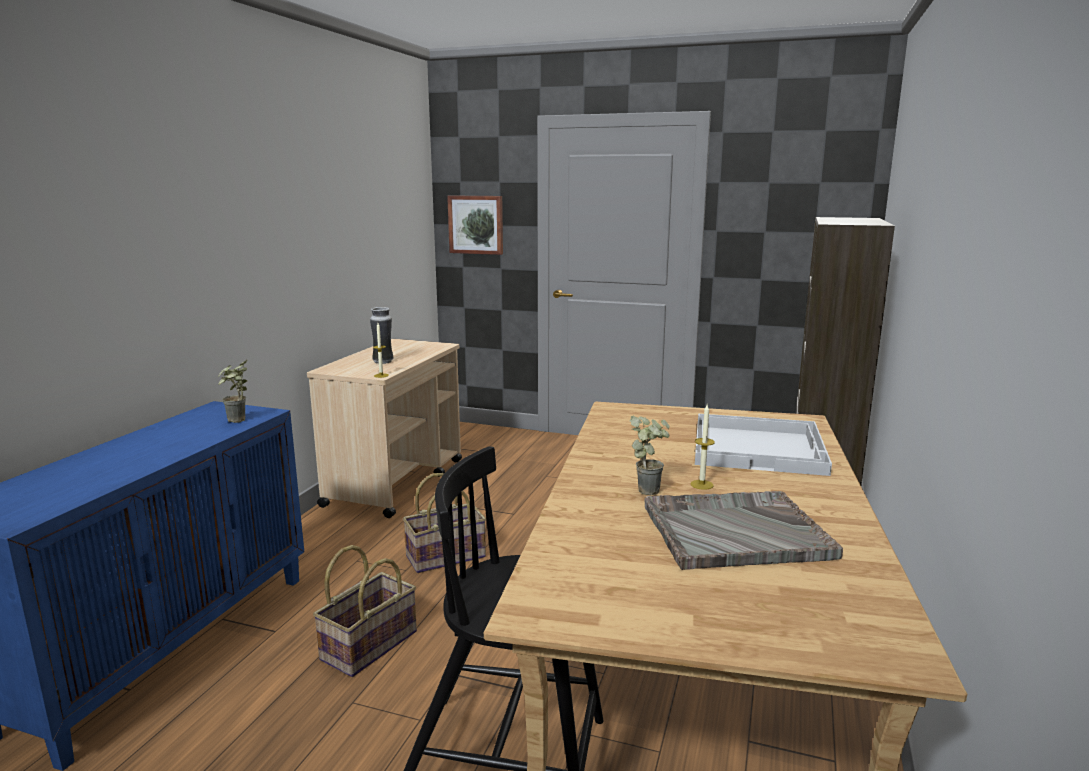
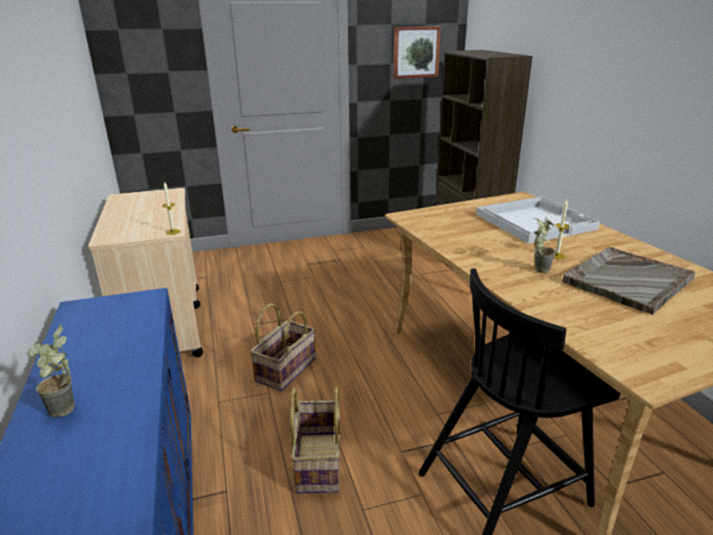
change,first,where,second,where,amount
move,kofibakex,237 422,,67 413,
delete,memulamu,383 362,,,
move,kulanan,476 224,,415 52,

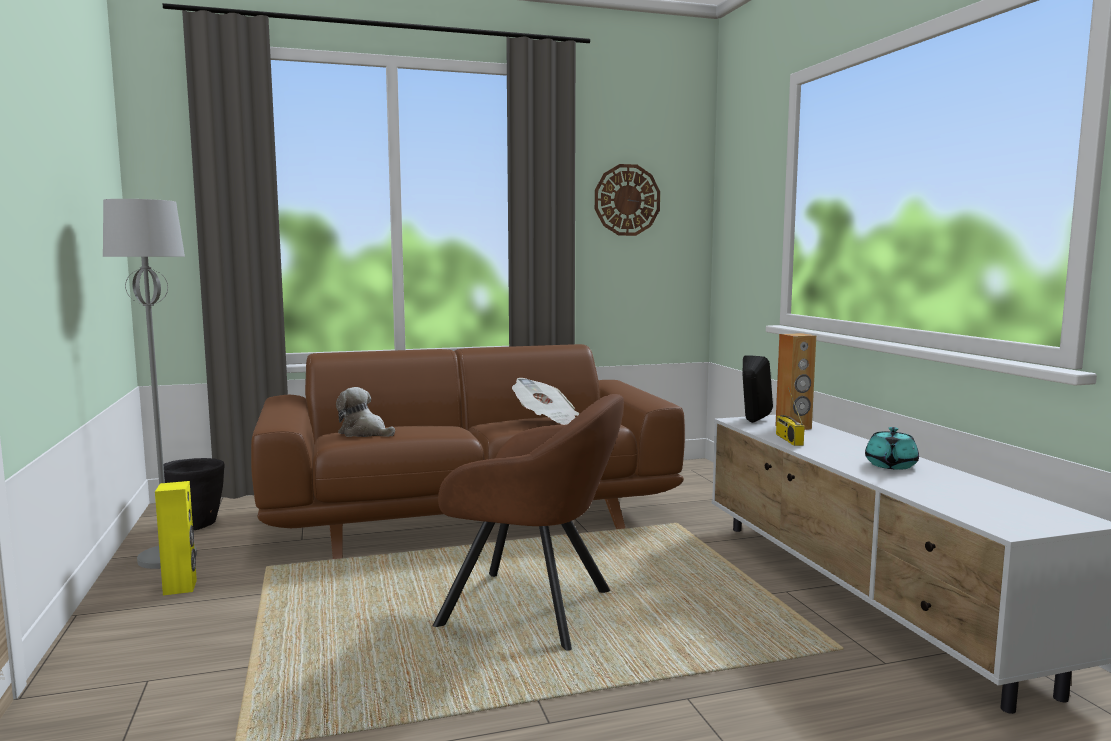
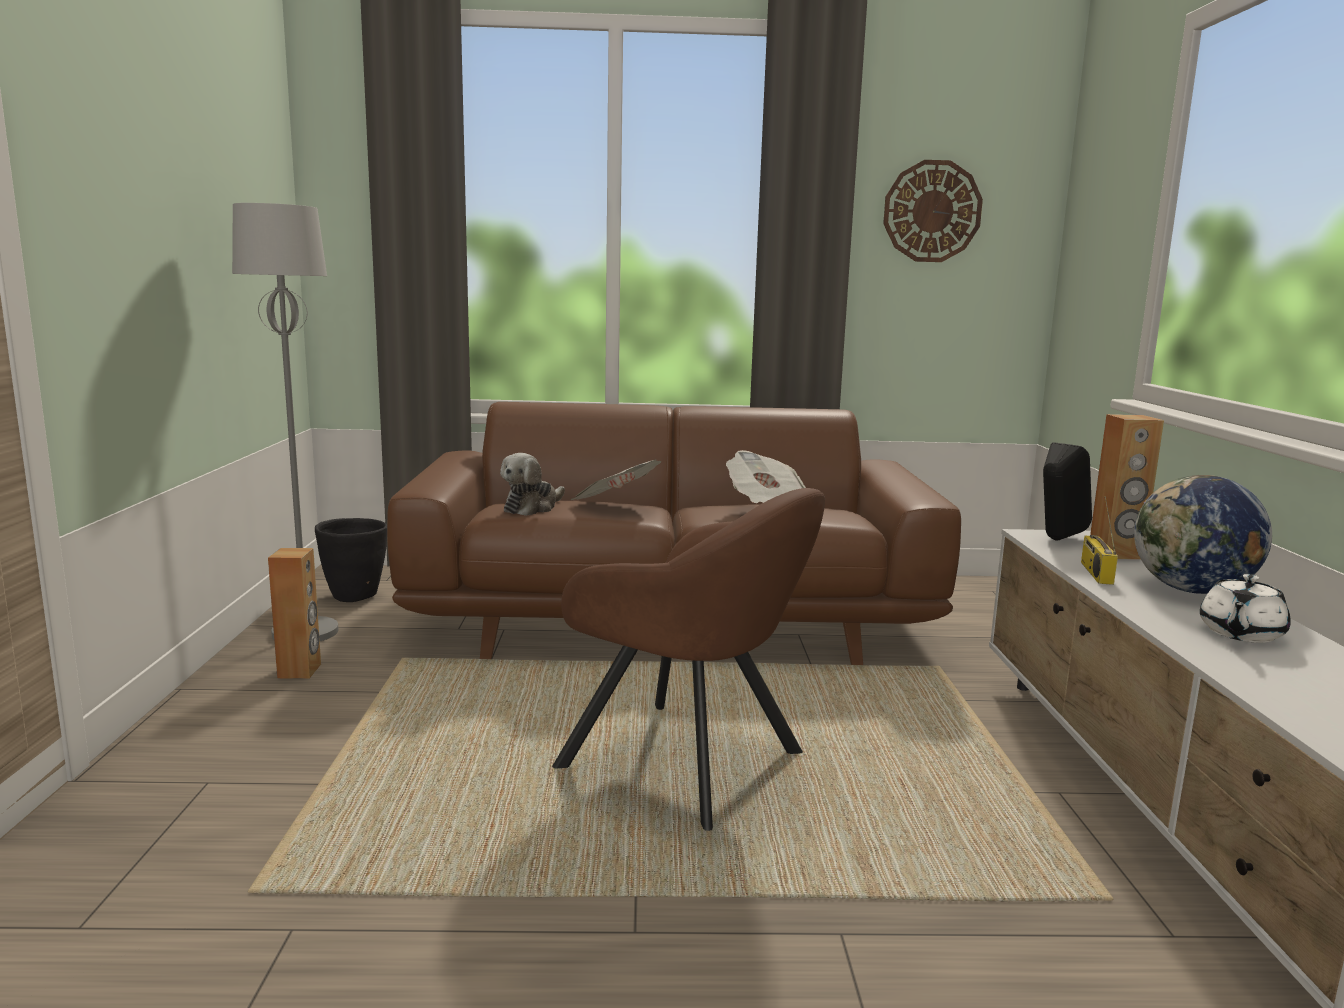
change,first,where,second,where,amount
recolor,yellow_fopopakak,180 587,brown_fopopakak,300 671,
rotate,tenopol,365 433,,532 507,105 degrees counterclockwise
recolor,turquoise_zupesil,890 465,white_zupesil,1240 634,
insert,,,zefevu,615 504,
insert,,,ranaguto,1191 590,

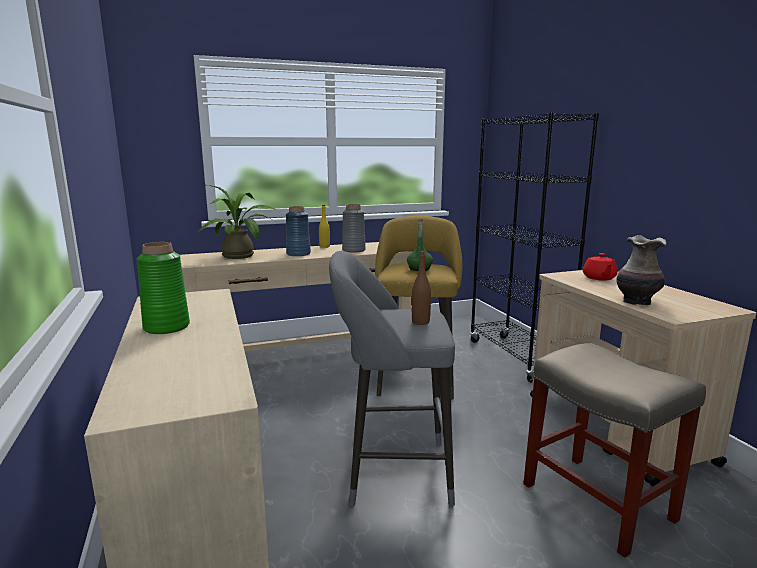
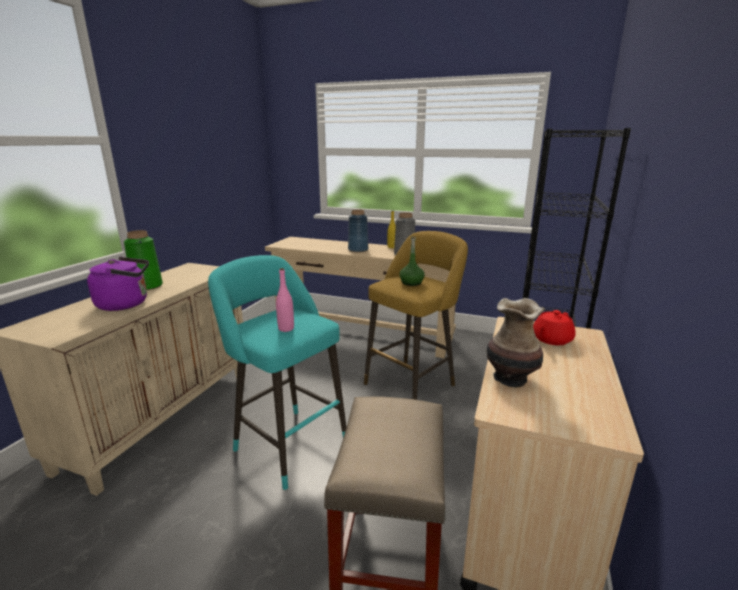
change,first,where,second,where,amount
delete,kofibakex,241 256,,,
recolor,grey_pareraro,391 472,turquoise_pareraro,287 443,
recolor,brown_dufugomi,420 322,pink_dufugomi,286 329,
insert,,,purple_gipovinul,126 304,

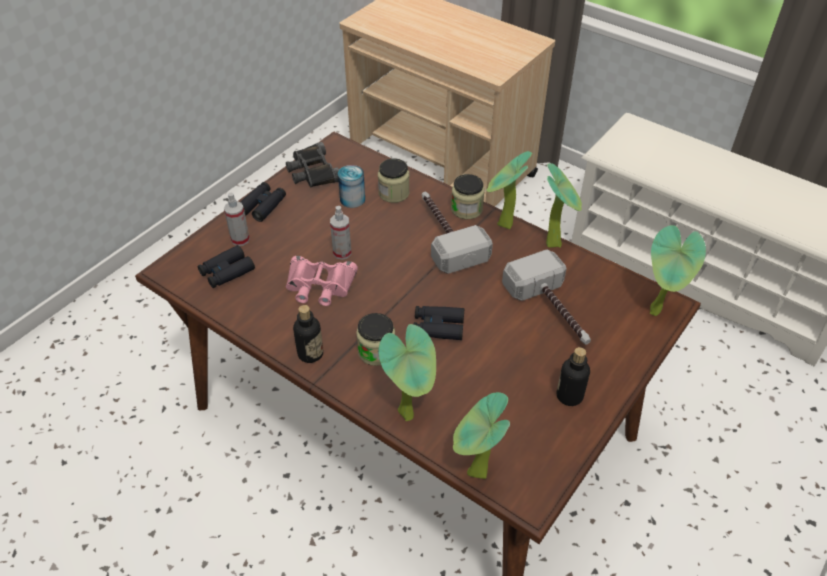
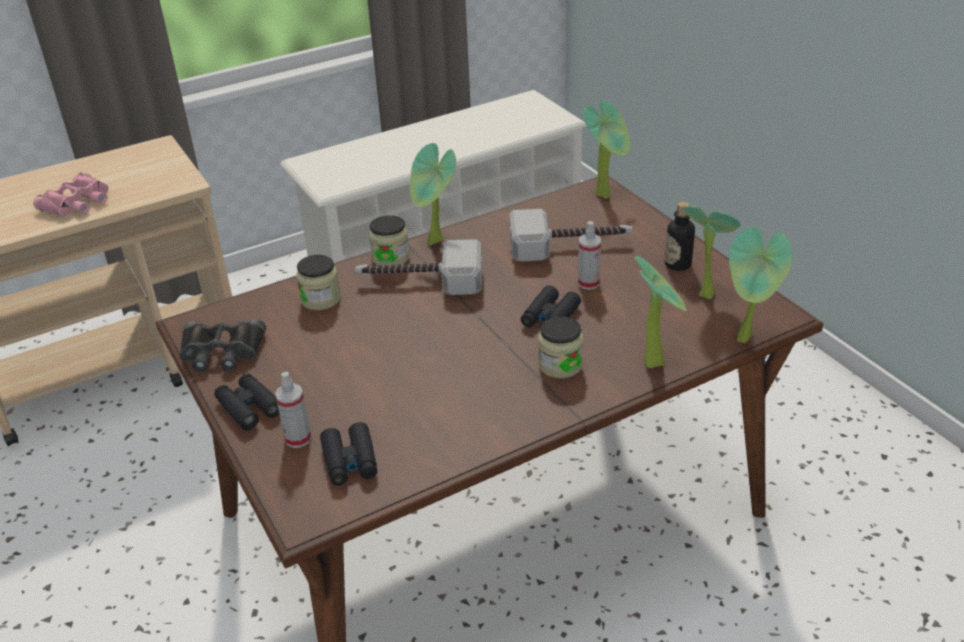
change,first,where,second,where,amount
move,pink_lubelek,319 286,,78 203,
delete,dufugomi,310 353,,,
move,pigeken,342 253,,588 283,
delete,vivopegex,352 199,,,
move,kofibakex,555 242,,704 292,

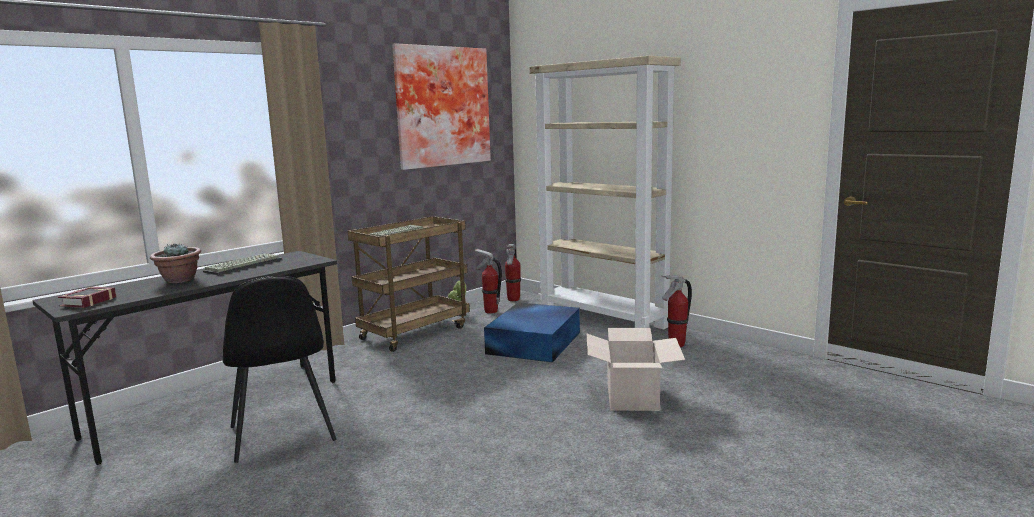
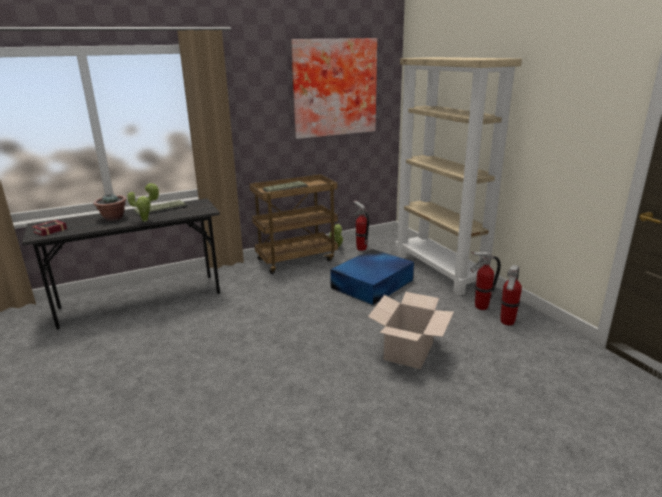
change,first,where,second,where,amount
delete,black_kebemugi,282 435,,,
move,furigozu,513 299,,507 322,
insert,,,kofibakex,147 220,

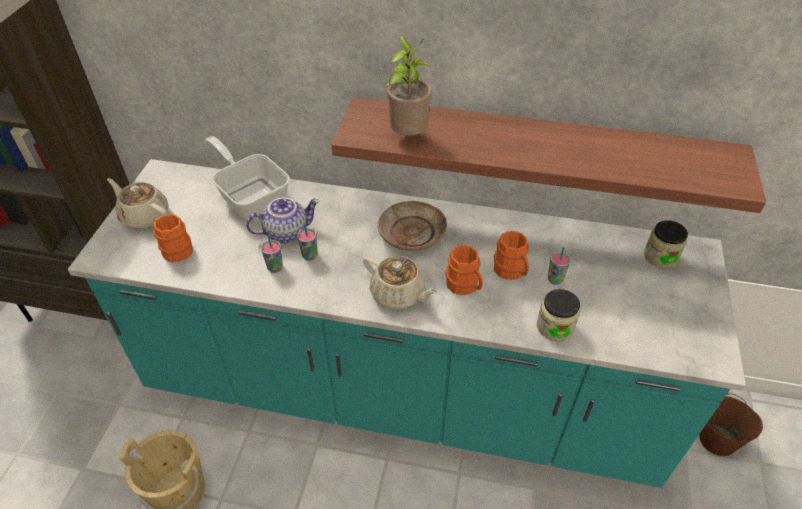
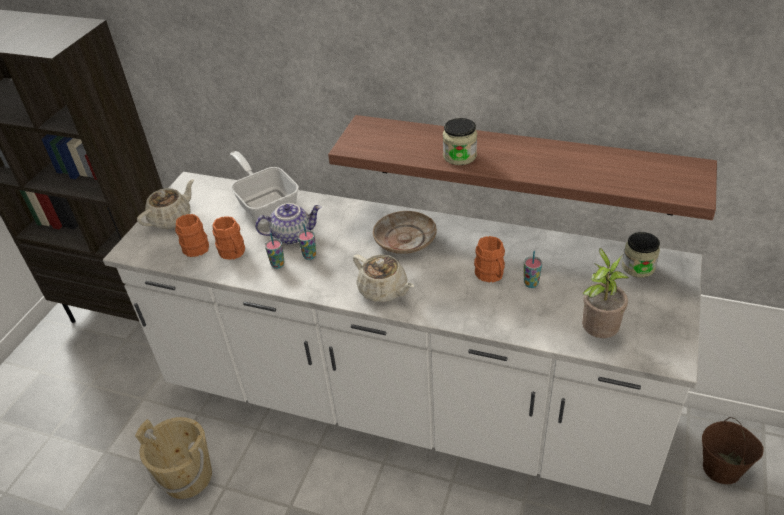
change,first,where,second,where,amount
recolor,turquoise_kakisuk,401 394,white_kakisuk,404 405,
rotate,beige_zupesil,144 216,,172 219,90 degrees clockwise
move,kofibakex,408 136,,597 333,
move,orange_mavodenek,464 286,,233 253,
move,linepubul,555 326,,459 156,

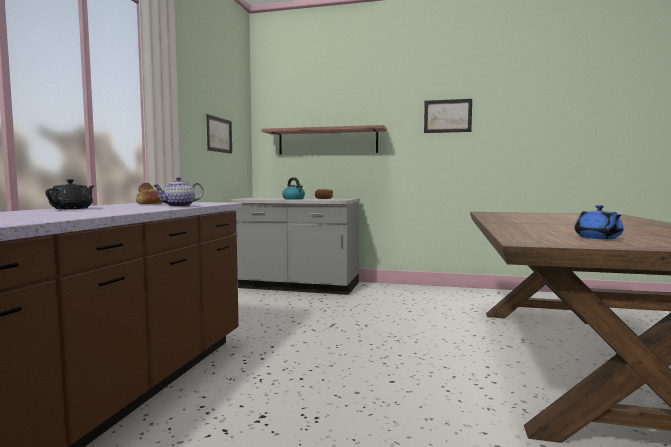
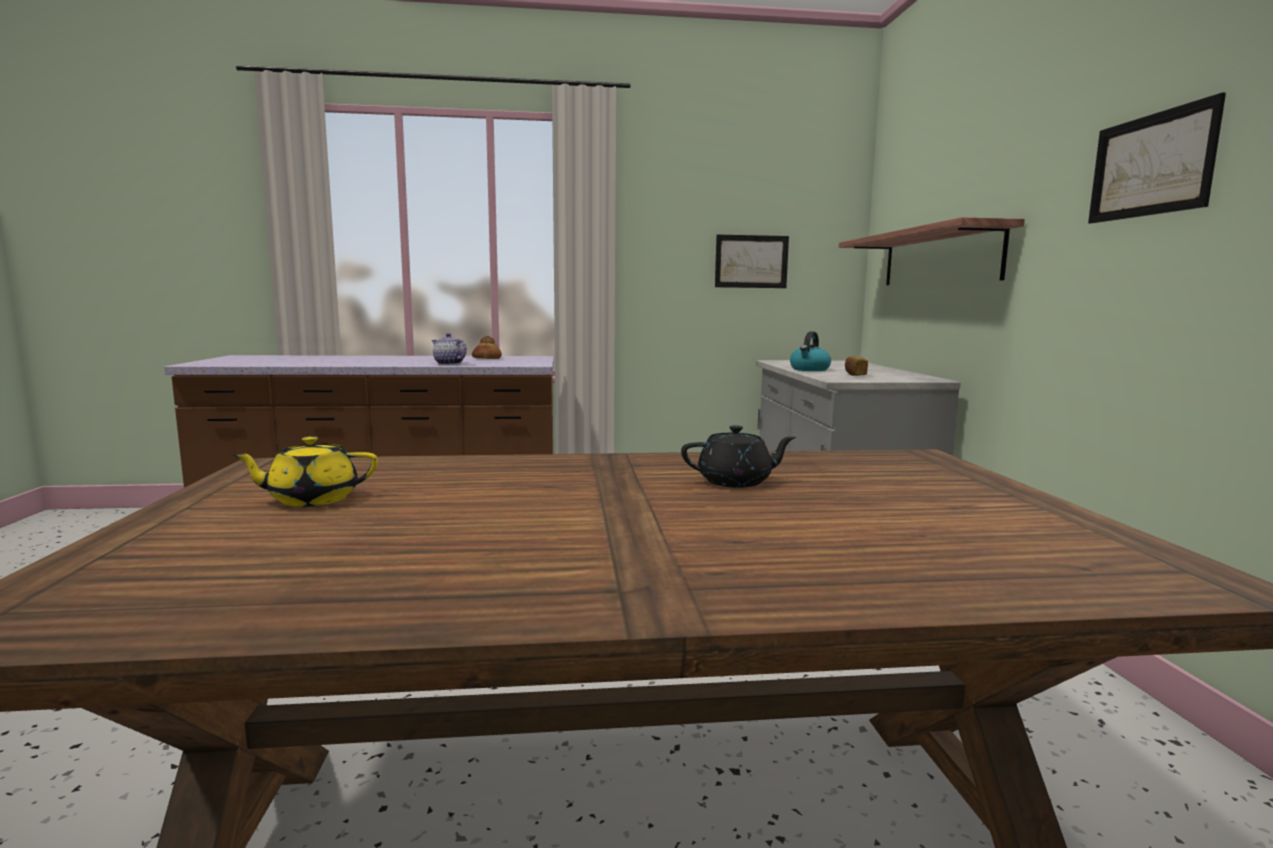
change,first,where,second,where,amount
move,black_zupesil,72 208,,736 481,
recolor,blue_zupesil,598 238,yellow_zupesil,312 499,

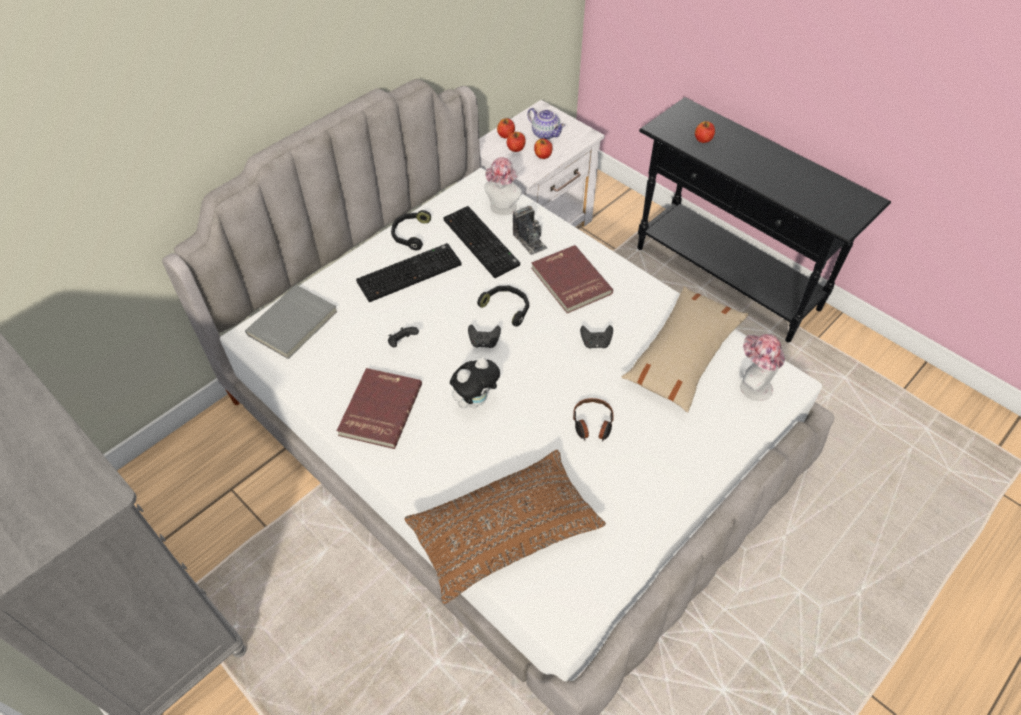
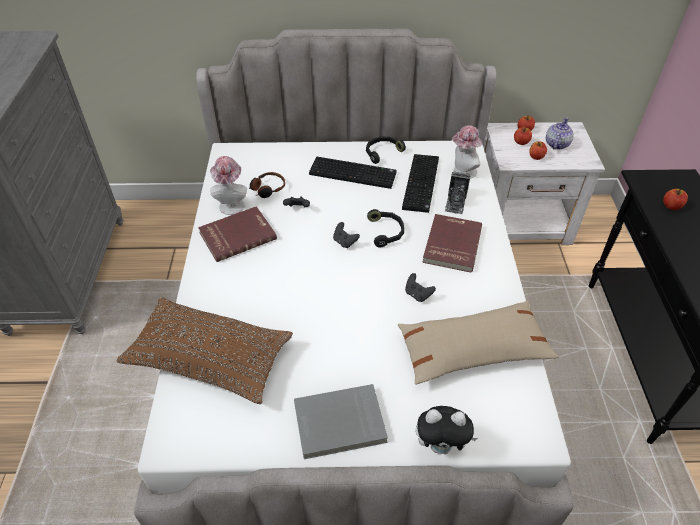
change,first,where,second,where,amount
move,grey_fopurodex,294 324,,340 424,
move,tenopol,475 400,,441 445,
rotate,zupesil,545 133,,556 144,150 degrees counterclockwise
move,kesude,592 424,,267 189,
move,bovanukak,752 385,,232 204,

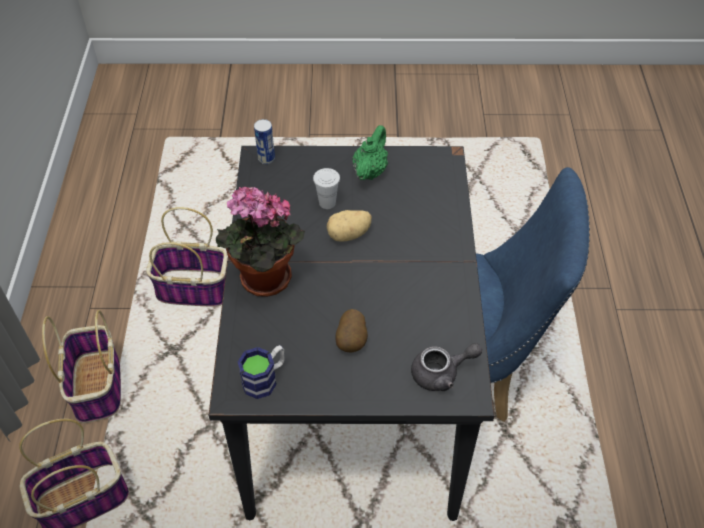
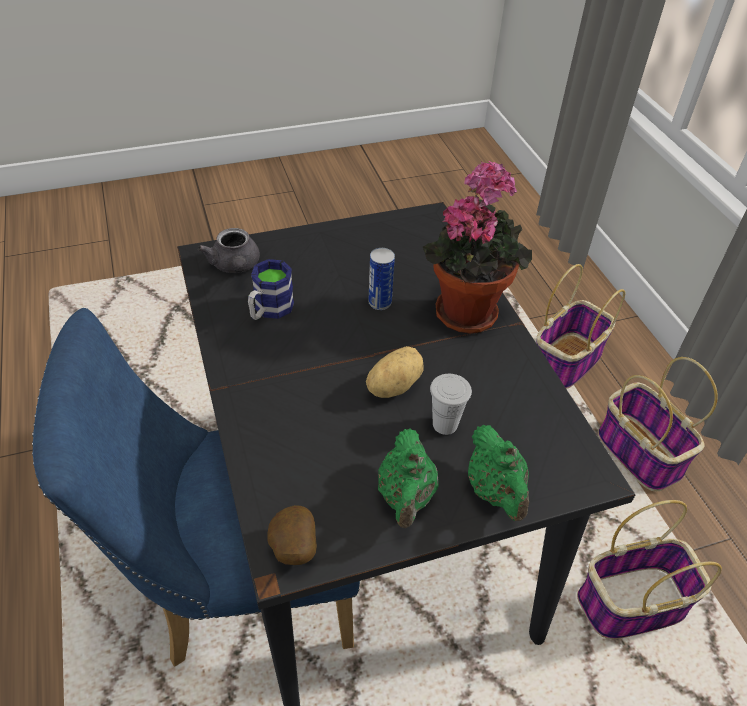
change,first,where,second,where,amount
move,mavodenek,265 378,,269 310,
move,vivopegex,266 158,,380 303,
move,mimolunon,352 341,,292 549,
rotate,grey_zupesil,441 373,,235 266,75 degrees counterclockwise
insert,,,green_zupesil,495 491,

